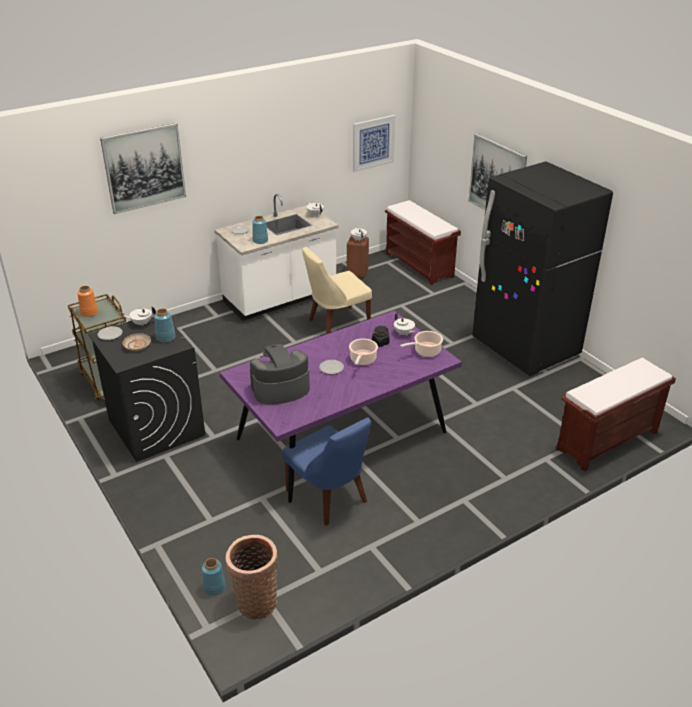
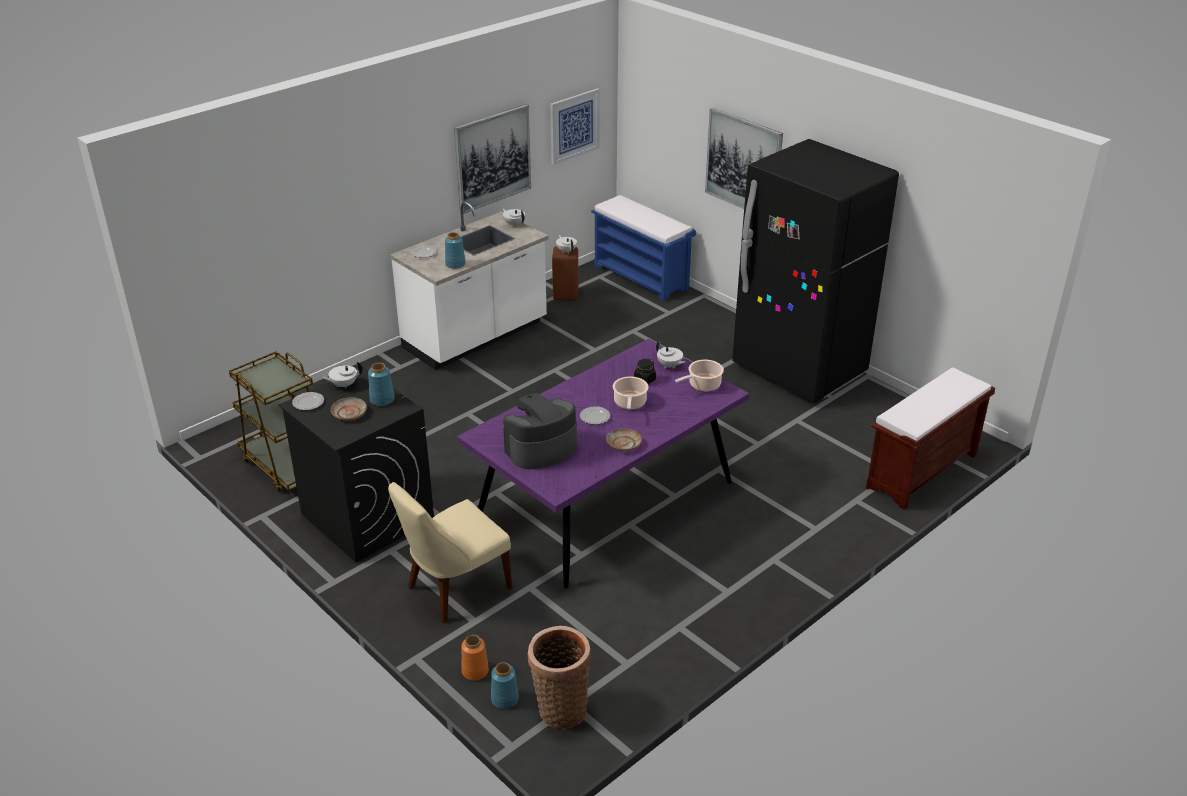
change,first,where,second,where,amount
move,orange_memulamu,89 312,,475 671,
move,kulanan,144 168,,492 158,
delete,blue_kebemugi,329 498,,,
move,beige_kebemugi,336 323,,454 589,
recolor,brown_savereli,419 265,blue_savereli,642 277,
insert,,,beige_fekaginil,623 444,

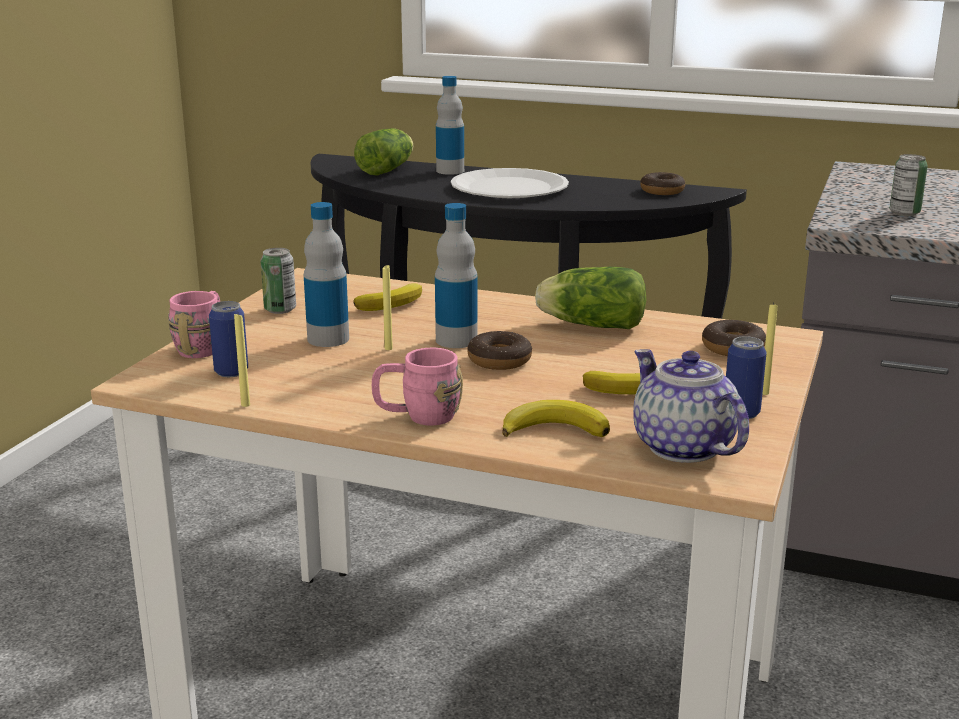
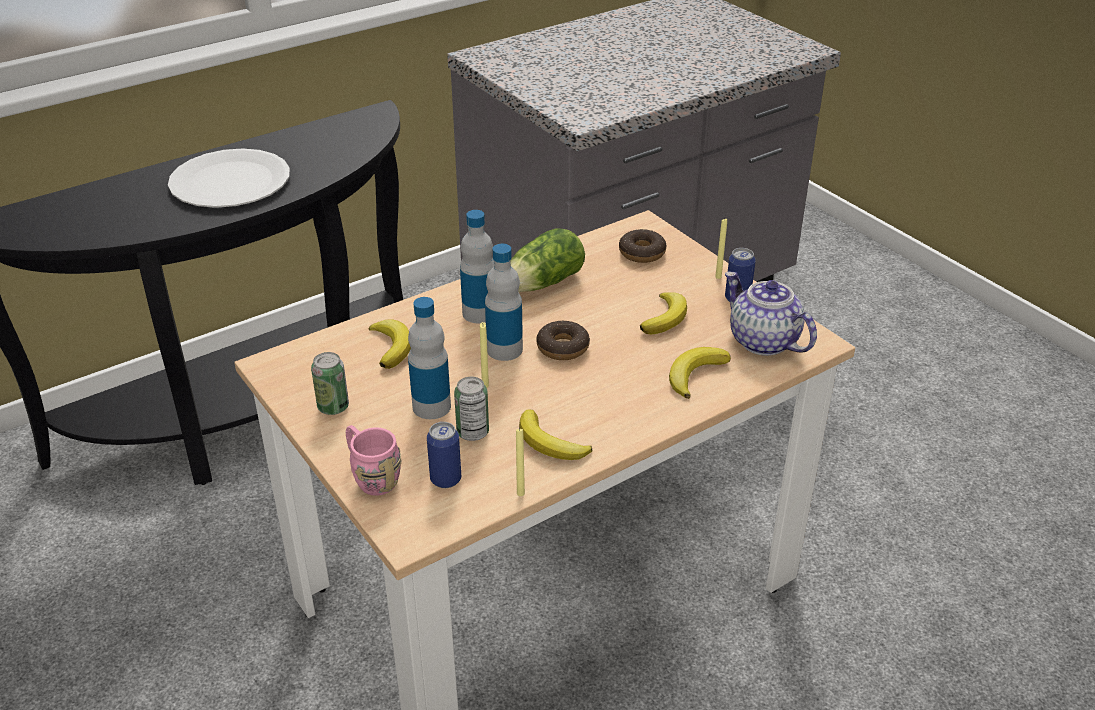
change,first,where,second,where,amount
delete,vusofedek,388 169,,,
delete,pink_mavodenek,418 416,,,
move,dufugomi,450 171,,479 313,
rotate,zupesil,681 447,,762 341,45 degrees clockwise
delete,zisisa,662 191,,,
move,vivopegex,904 213,,472 432,
insert,,,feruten,550 443,

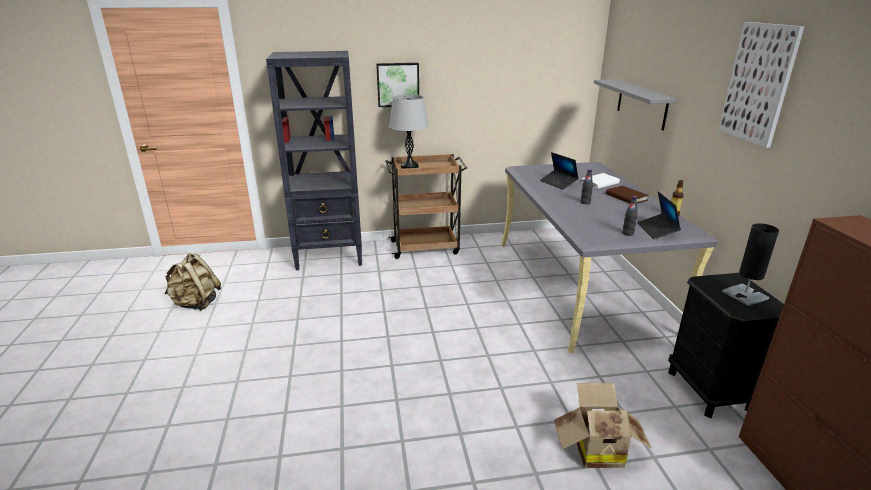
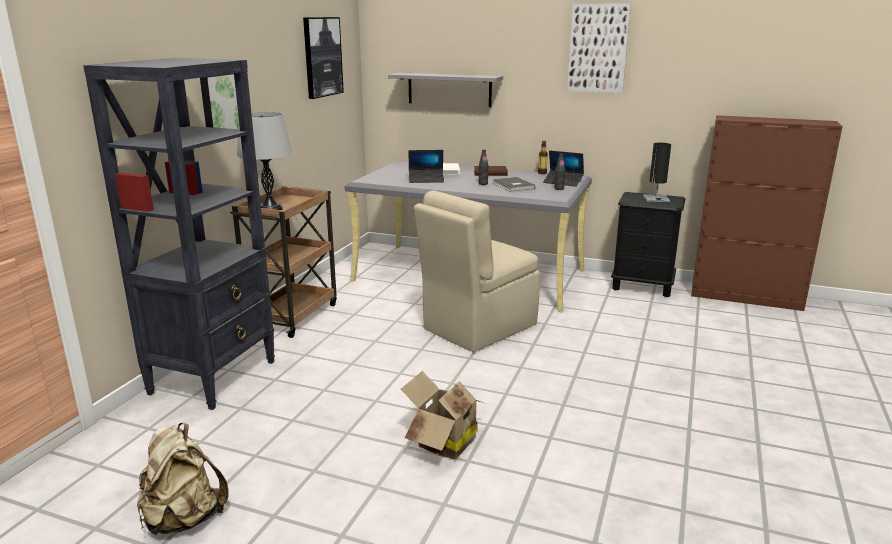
change,first,where,second,where,amount
move,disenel,595 449,,442 443,
insert,,,kulanan,322 57,
insert,,,beige_kebemugi,477 327,
insert,,,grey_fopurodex,512 186,

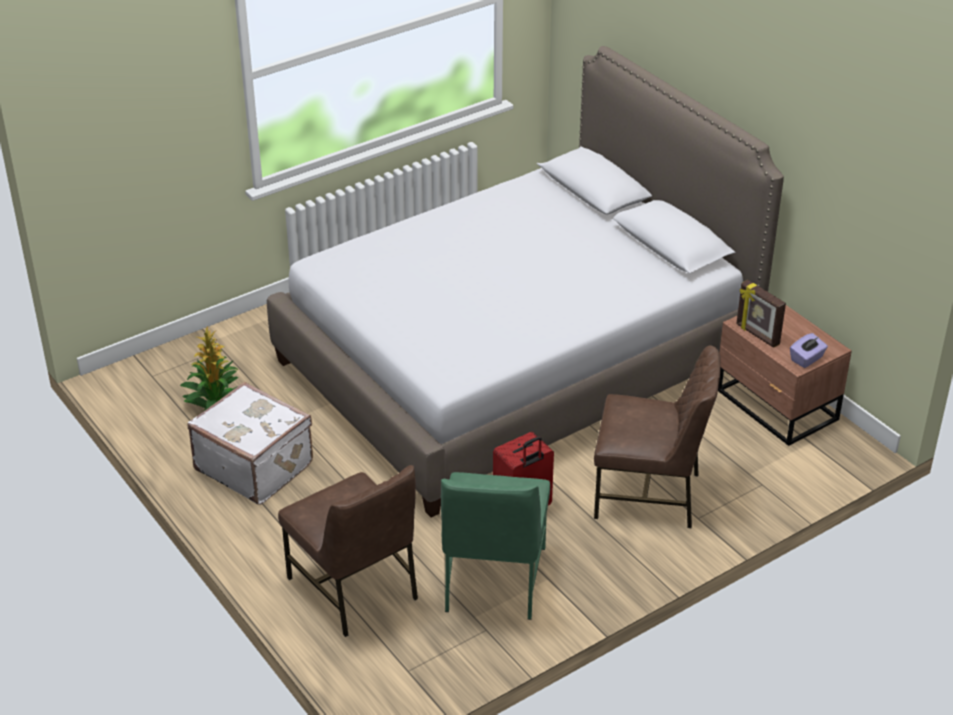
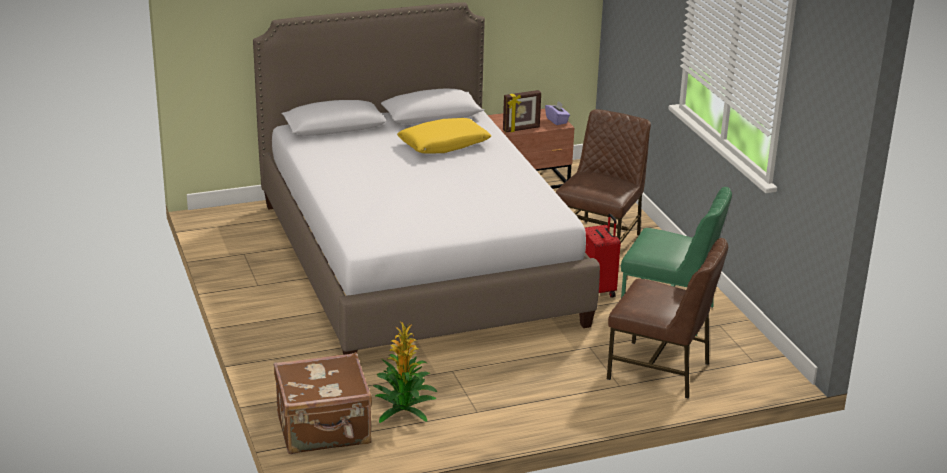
change,first,where,second,where,amount
delete,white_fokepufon,255 466,,,
rotate,brown_kebemugi,355 589,,660 371,45 degrees clockwise
insert,,,brown_fokepufon,324 430,
insert,,,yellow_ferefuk,444 145,

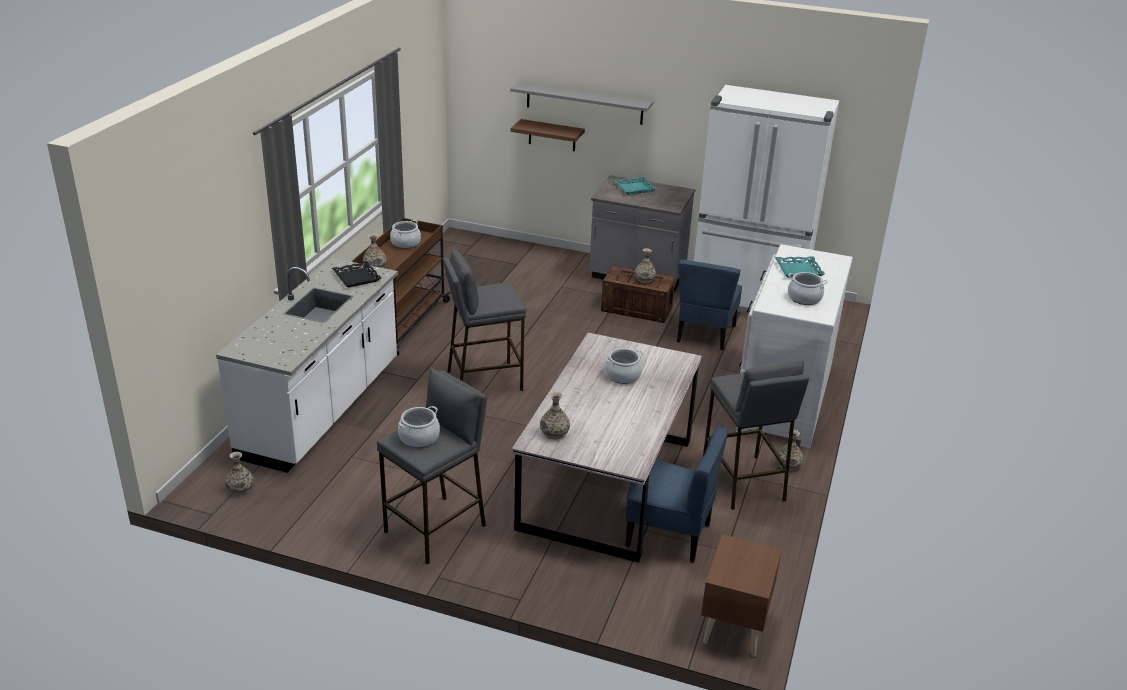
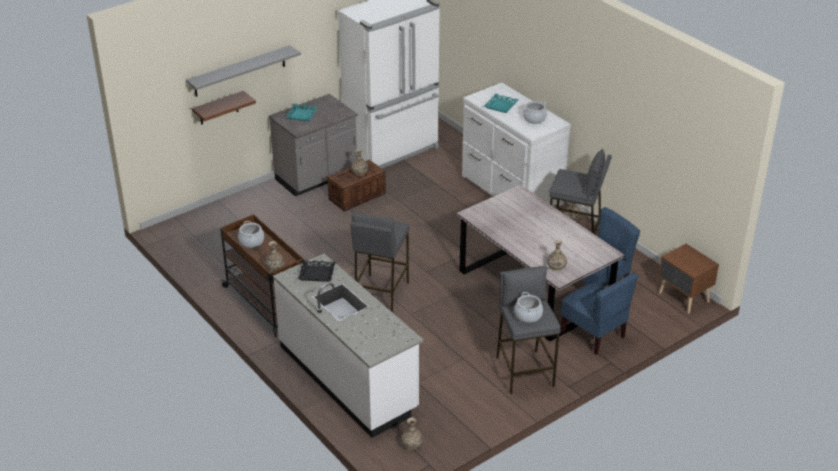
change,first,where,second,where,amount
delete,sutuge,622 376,,,
move,blue_kebemugi,704 334,,593 334,

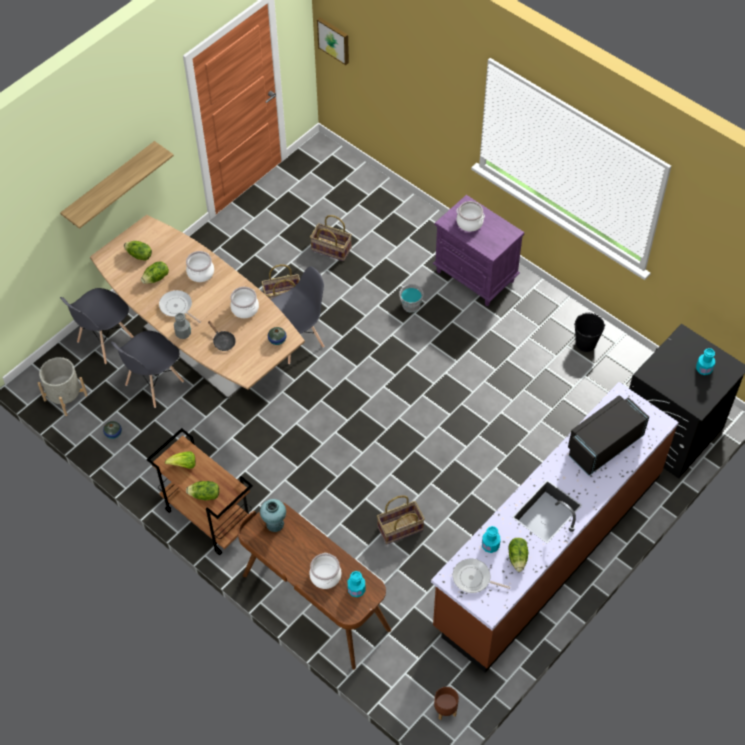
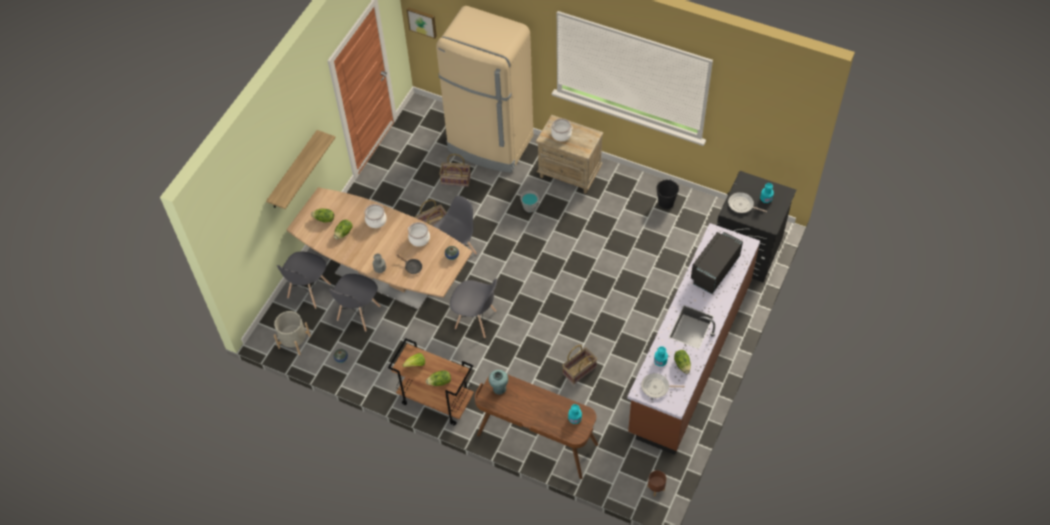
change,first,where,second,where,amount
move,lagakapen,177 307,,742 205,
delete,sutuge,326 576,,,
recolor,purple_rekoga,476 276,beige_rekoga,570 173,
insert,,,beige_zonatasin,490 144,
insert,,,grey_kebemugi,476 320,

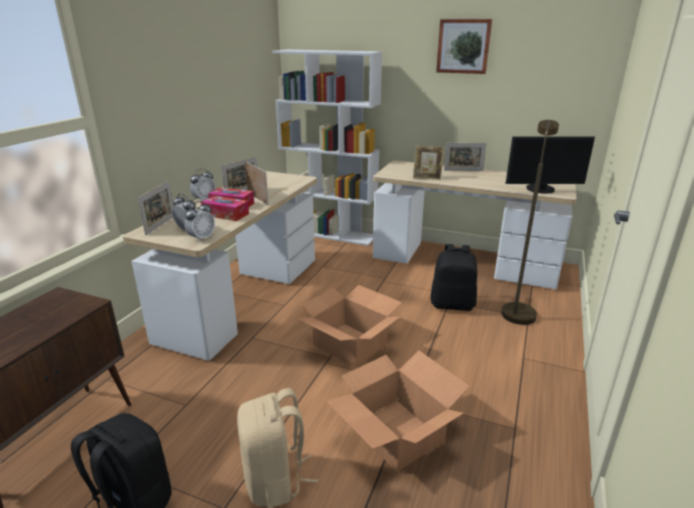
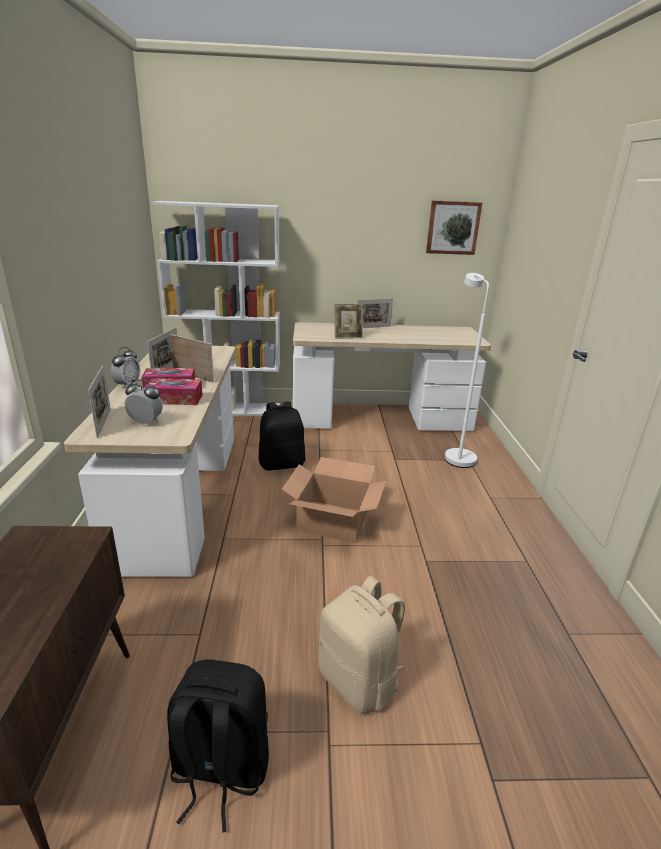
change,first,where,second,where,amount
delete,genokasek,201 238,,,
delete,disenel,396 434,,,
move,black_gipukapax,452 304,,282 464,
move,kulanan,463 46,,453 228,
recolor,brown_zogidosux,518 310,white_zogidosux,456 455,
delete,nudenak,541 190,,,

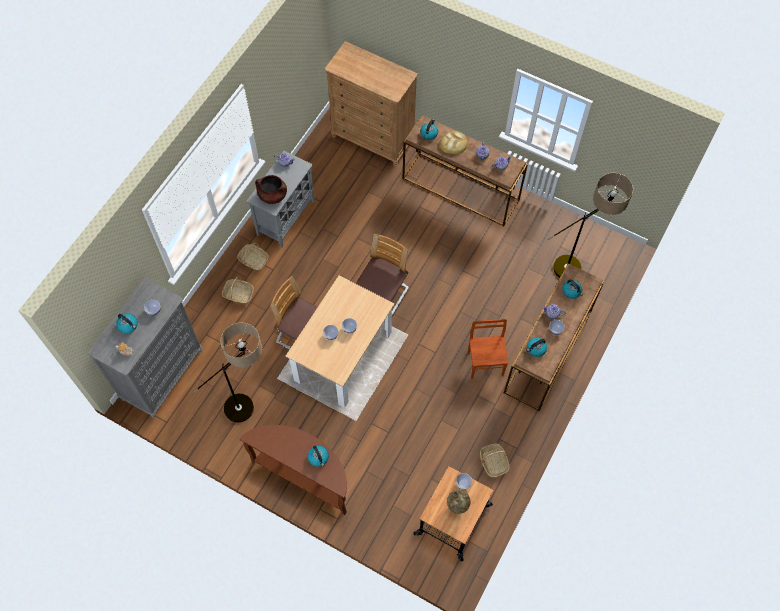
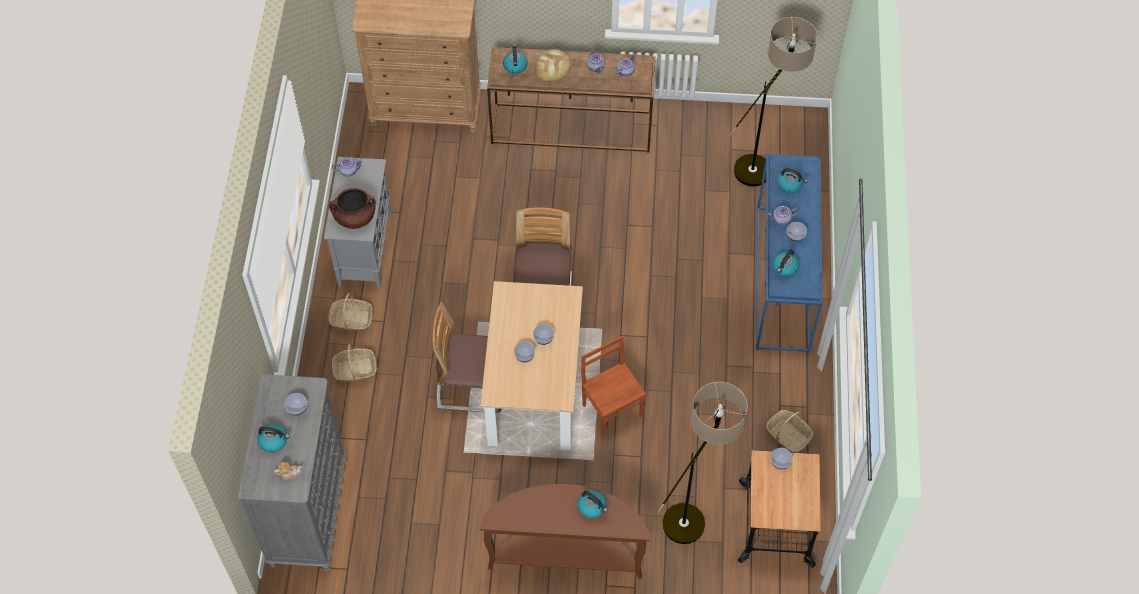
change,first,where,second,where,amount
move,zogidosux,250 404,,694 512,
delete,beige_memulamu,457 506,,,
move,brown_kebemugi,486 363,,612 409,
recolor,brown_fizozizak,548 352,blue_fizozizak,783 279,

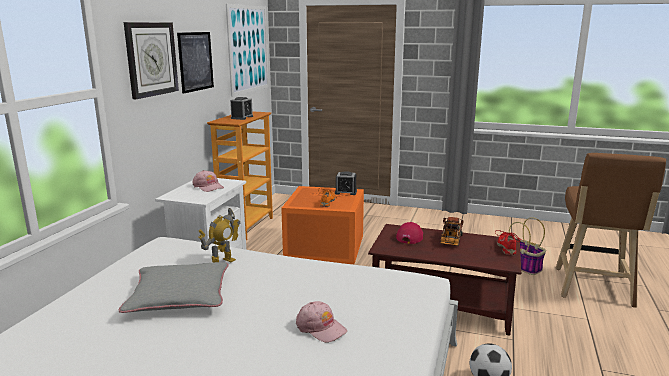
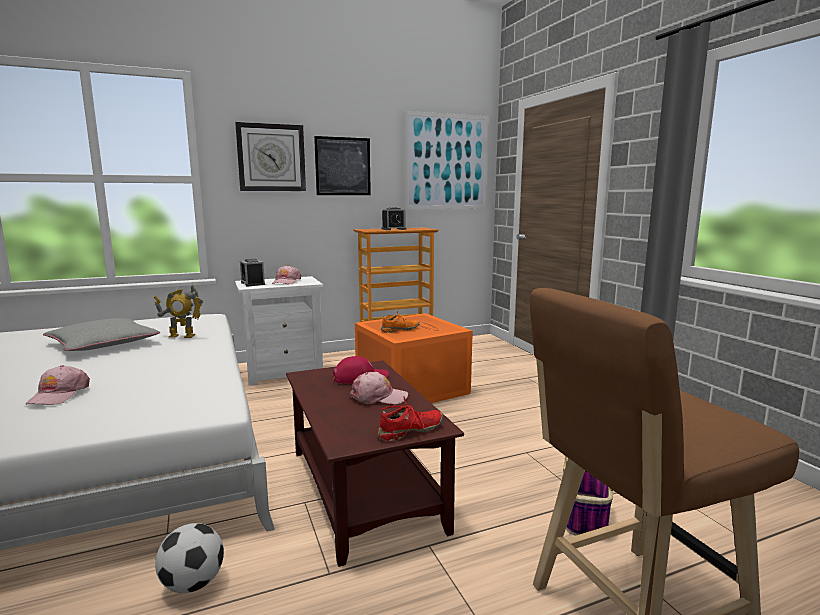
change,first,where,second,where,amount
move,genokasek,346 192,,253 283,
replace,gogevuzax,450 241,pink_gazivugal,378 397,

